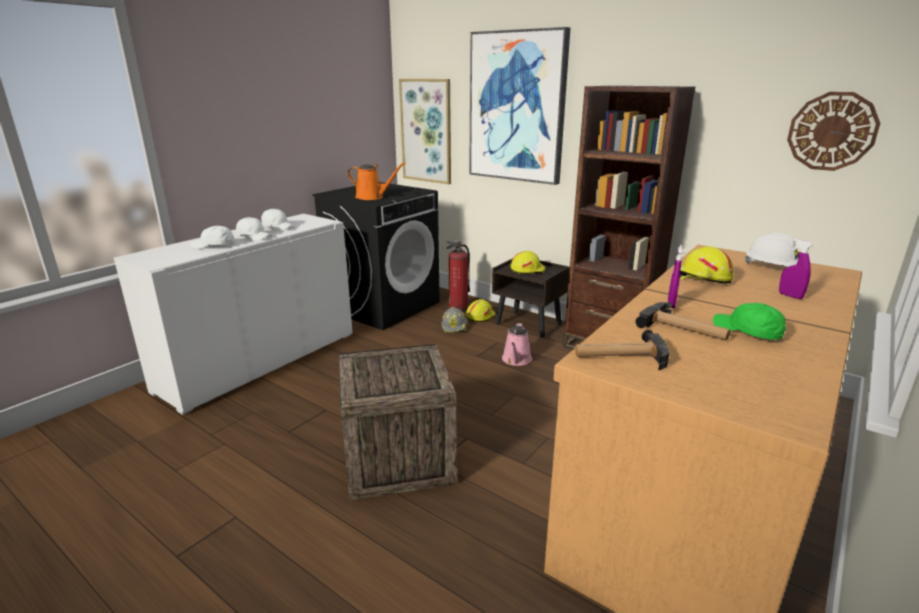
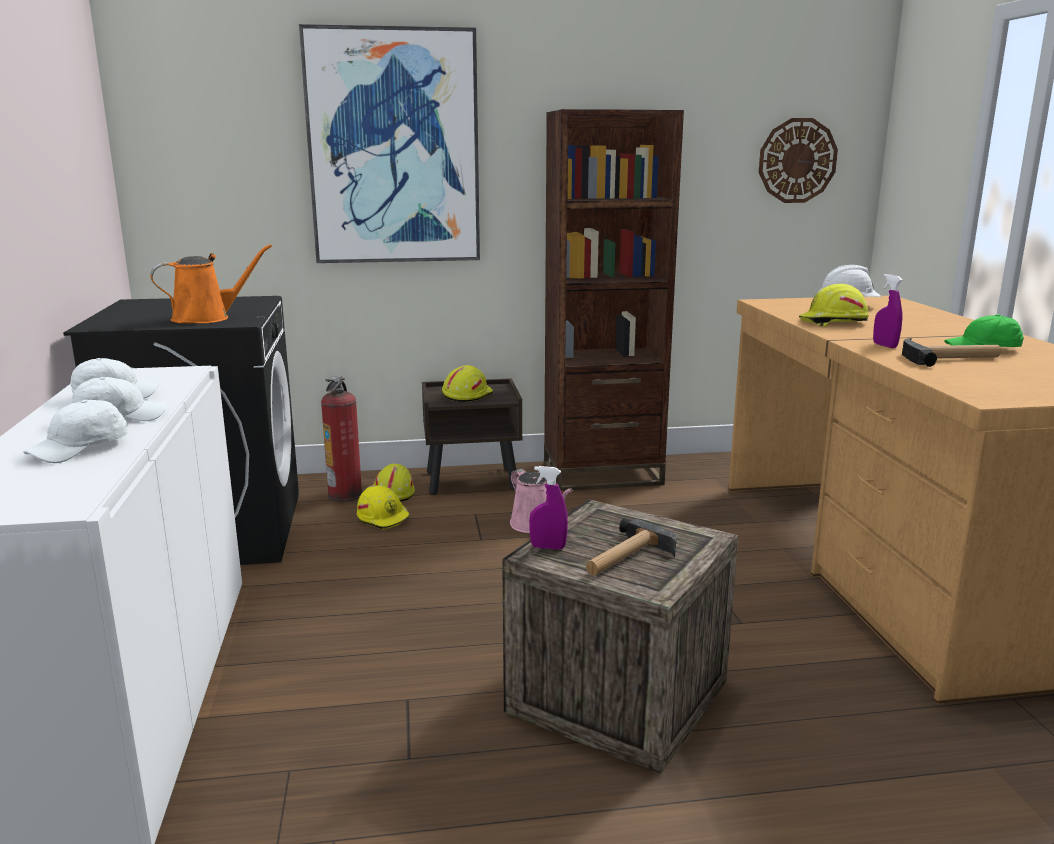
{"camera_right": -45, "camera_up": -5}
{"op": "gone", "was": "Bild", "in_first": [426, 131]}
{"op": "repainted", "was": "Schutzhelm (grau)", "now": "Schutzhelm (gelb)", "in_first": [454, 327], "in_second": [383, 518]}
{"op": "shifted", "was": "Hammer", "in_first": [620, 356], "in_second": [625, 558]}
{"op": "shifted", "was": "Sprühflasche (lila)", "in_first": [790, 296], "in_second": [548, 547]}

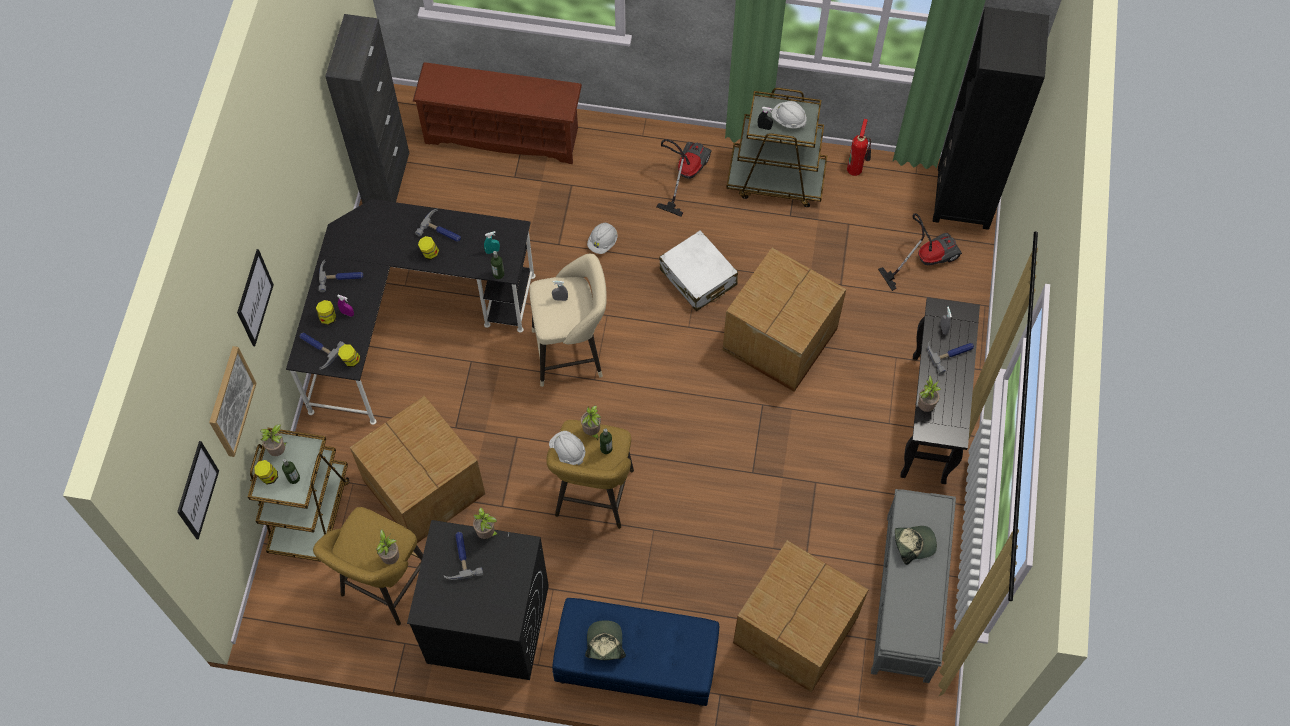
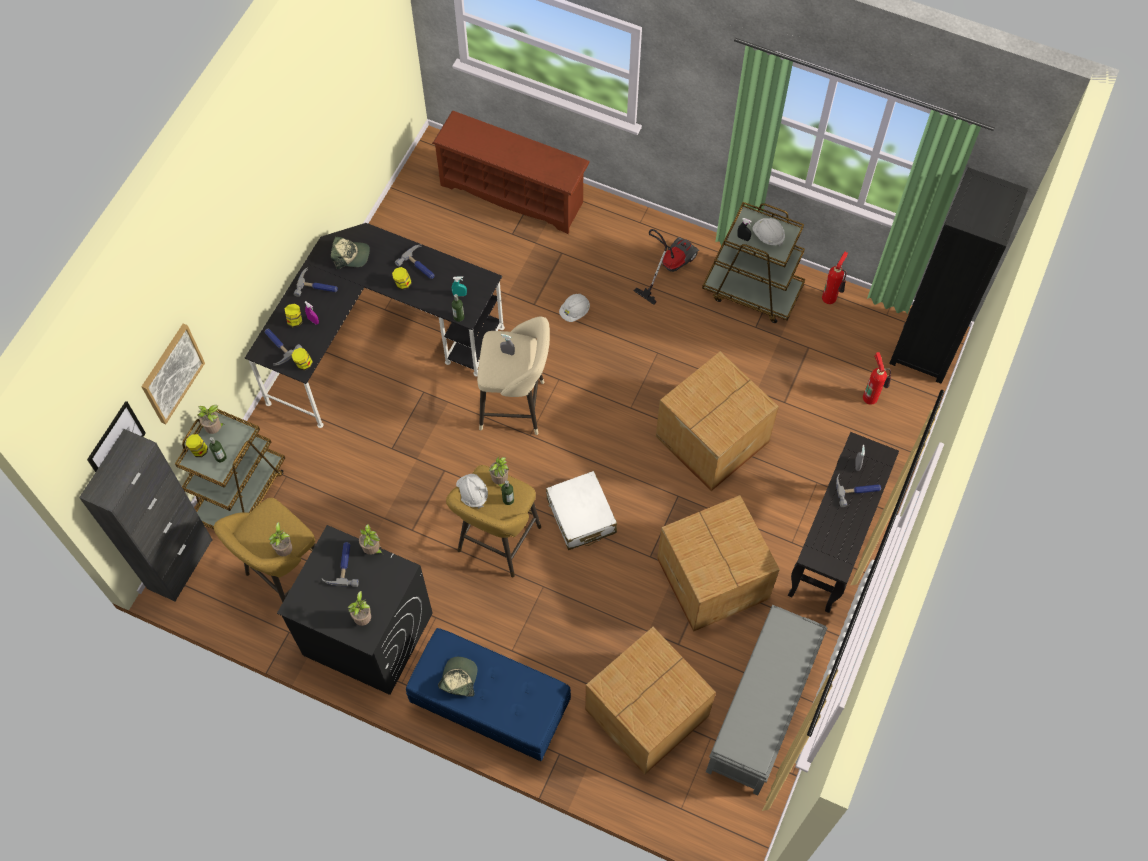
{"camera_right": 15, "camera_up": 0}
{"op": "gone", "was": "Bild", "in_first": [254, 298]}
{"op": "shifted", "was": "Schrank (schwarz)", "in_first": [386, 179], "in_second": [180, 564]}
{"op": "shifted", "was": "Karton", "in_first": [424, 485], "in_second": [713, 577]}
{"op": "shifted", "was": "Koffer (weiß)", "in_first": [698, 277], "in_second": [581, 516]}
{"op": "swapped", "was": "Staubsauger", "now": "Feuerlöscher", "in_first": [924, 258], "in_second": [871, 396]}
{"op": "shifted", "was": "Kappe", "in_first": [913, 544], "in_second": [351, 255]}
{"op": "shifted", "was": "Topfpflanze", "in_first": [925, 405], "in_second": [363, 618]}

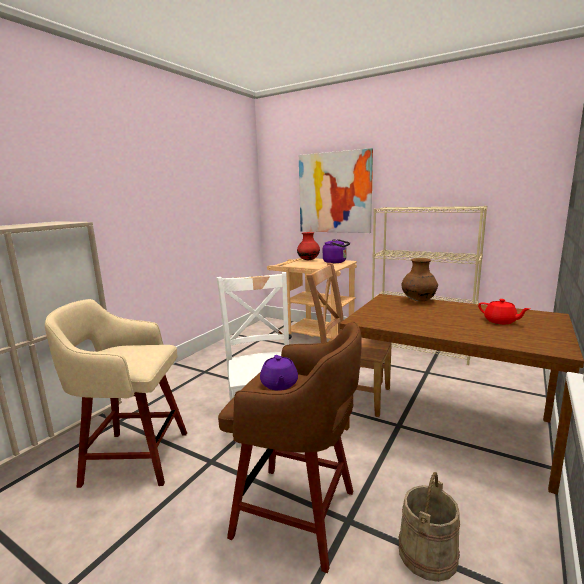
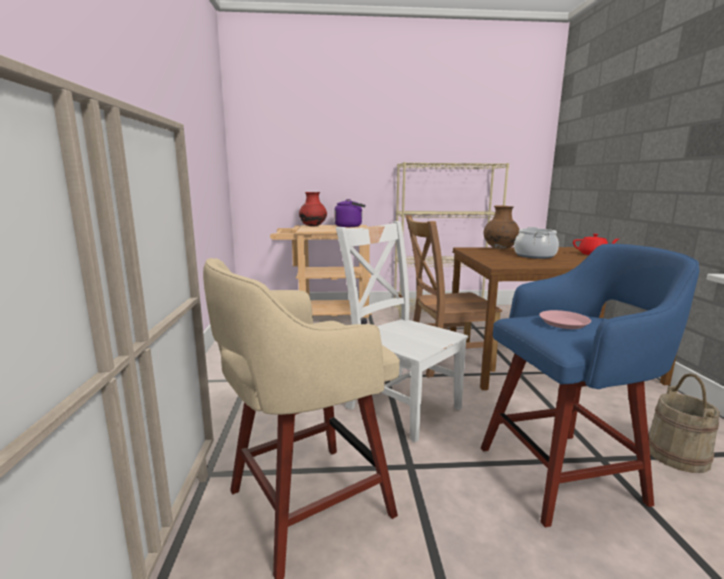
{"camera_right": -35, "camera_up": 0}
{"op": "repainted", "was": "Hocker (braun)", "now": "Hocker (blau)", "in_first": [298, 515], "in_second": [564, 474]}
{"op": "swapped", "was": "Teekanne (lila)", "now": "Teller (rosa)", "in_first": [279, 384], "in_second": [564, 323]}
{"op": "gone", "was": "Bild", "in_first": [334, 193]}
{"op": "new", "now": "Kochtopf", "in_second": [535, 256]}

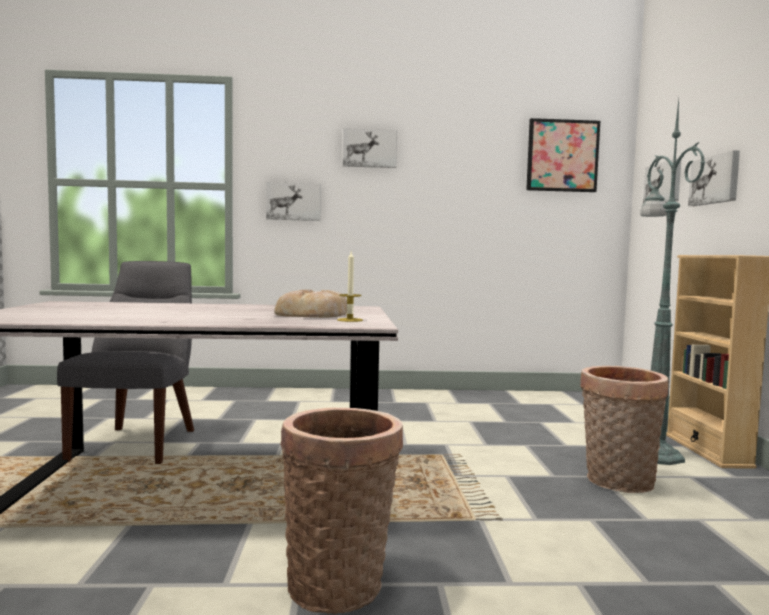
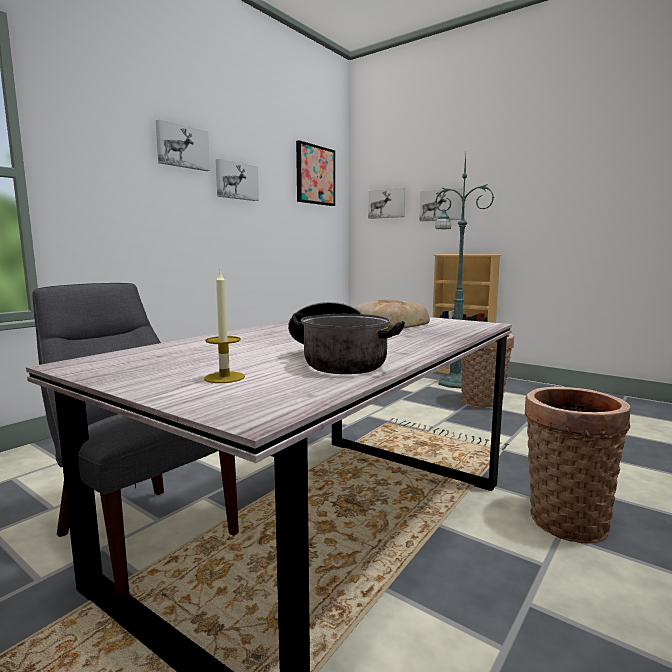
{"camera_right": -50, "camera_up": 5}
{"op": "shifted", "was": "Bild", "in_first": [293, 201], "in_second": [236, 181]}
{"op": "shifted", "was": "Kerze", "in_first": [349, 320], "in_second": [224, 377]}
{"op": "new", "now": "Kochtopf", "in_second": [338, 361]}

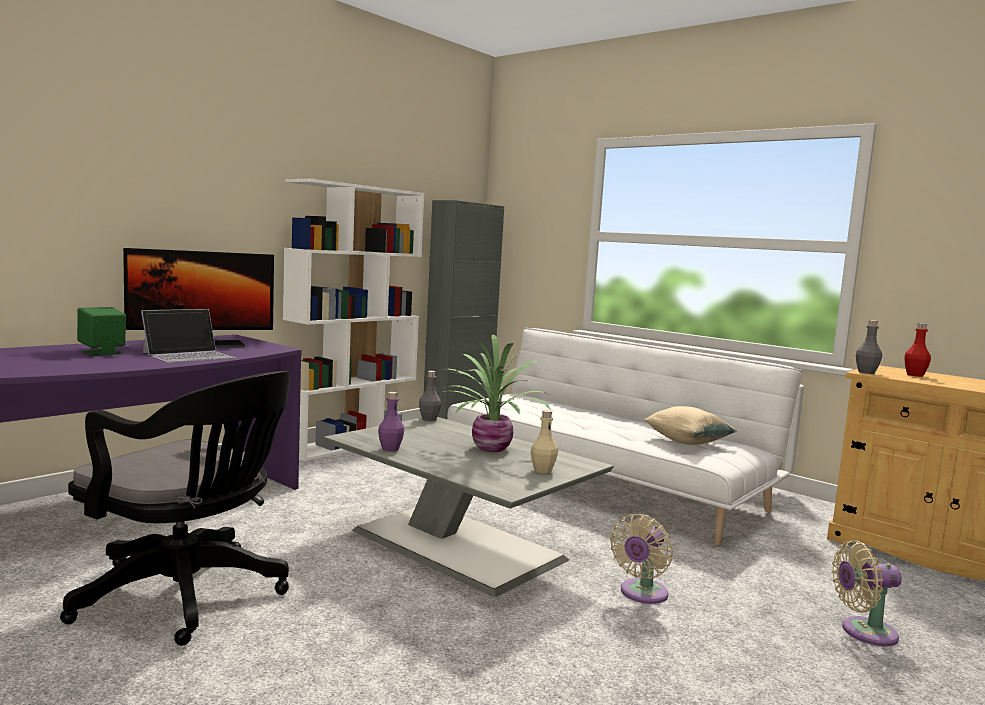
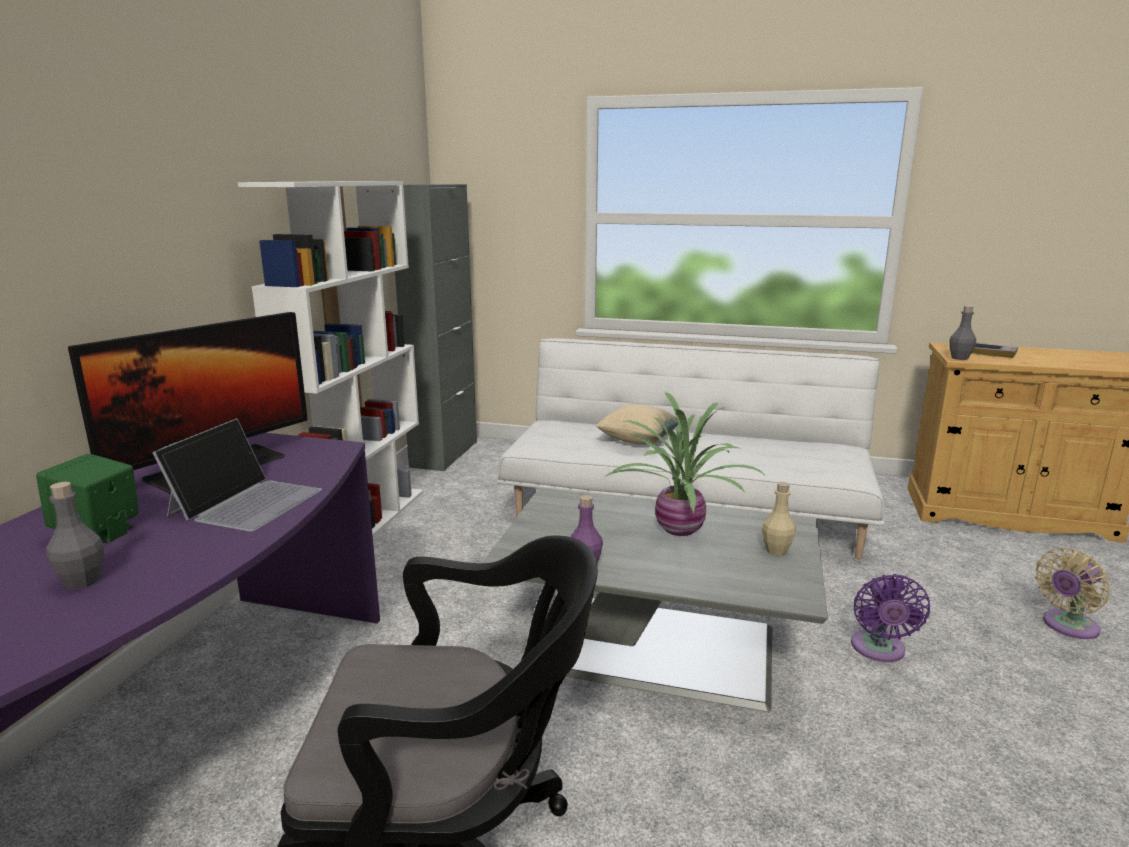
{"camera_right": -25, "camera_up": 10}
{"op": "shifted", "was": "Flasche (grau)", "in_first": [429, 419], "in_second": [82, 581]}
{"op": "repainted", "was": "Ventilator (beige)", "now": "Ventilator (lila)", "in_first": [641, 594], "in_second": [879, 650]}
{"op": "shifted", "was": "Kissen (beige)", "in_first": [687, 442], "in_second": [638, 440]}
{"op": "swapped", "was": "Flasche (rot)", "now": "Buch", "in_first": [915, 375], "in_second": [992, 353]}

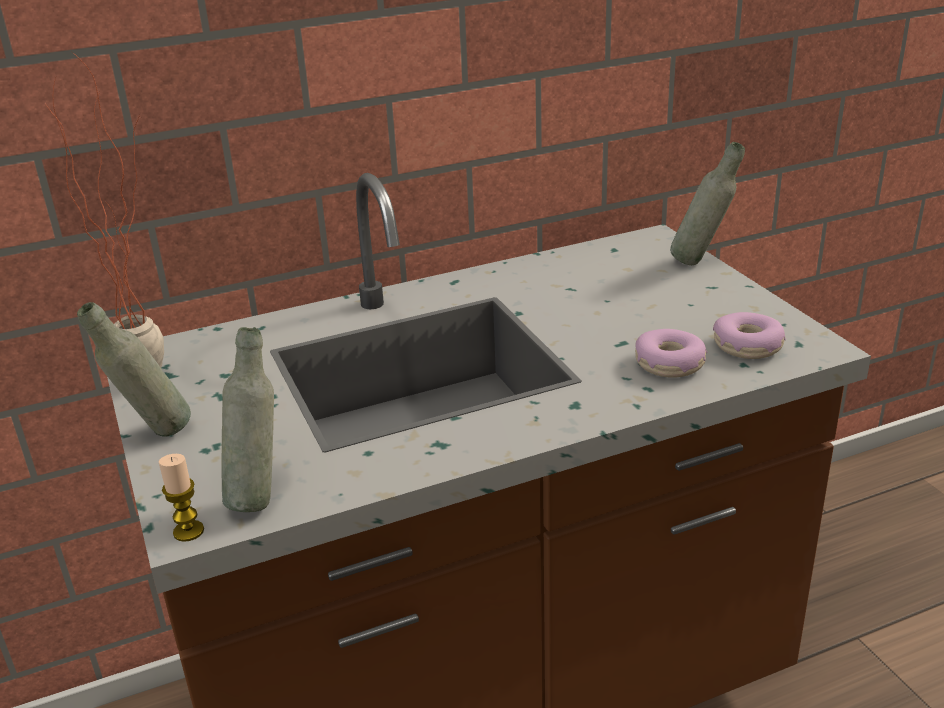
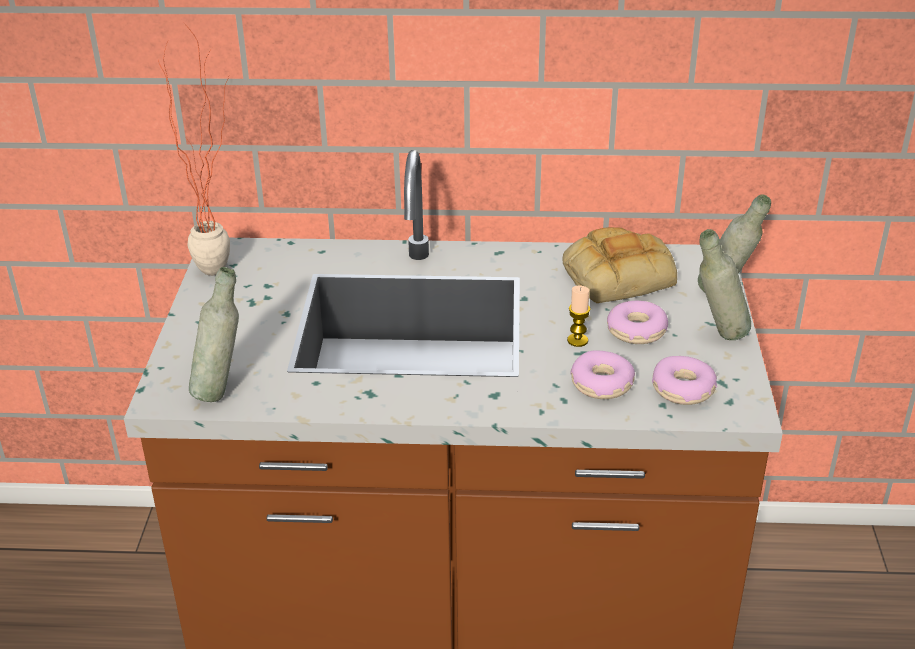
{"camera_right": 25, "camera_up": 5}
{"op": "shifted", "was": "Flasche (grau)", "in_first": [154, 436], "in_second": [718, 337]}
{"op": "shifted", "was": "Kerze", "in_first": [188, 531], "in_second": [577, 340]}
{"op": "new", "now": "Brot", "in_second": [619, 275]}
{"op": "new", "now": "Donut", "in_second": [636, 331]}

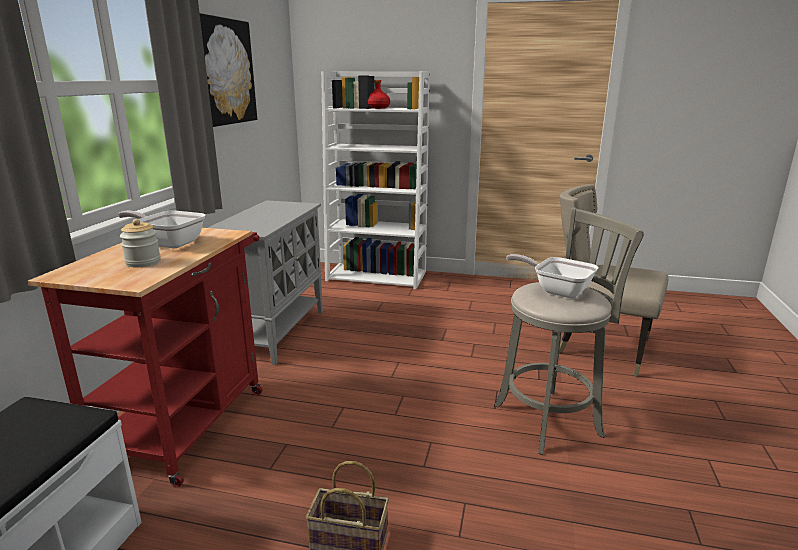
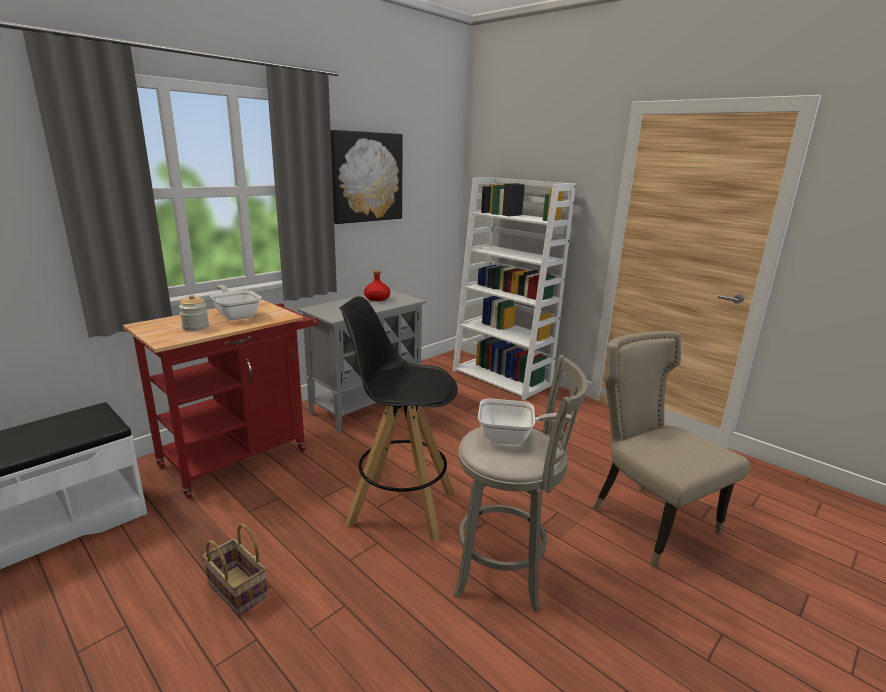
{"camera_right": 30, "camera_up": 0}
{"op": "shifted", "was": "Flasche (rot)", "in_first": [377, 108], "in_second": [376, 298]}
{"op": "rotated", "was": "Pfanne", "in_first": [557, 290], "in_second": [512, 438], "clockwise": 120}
{"op": "new", "now": "Hocker (schwarz)", "in_second": [400, 507]}

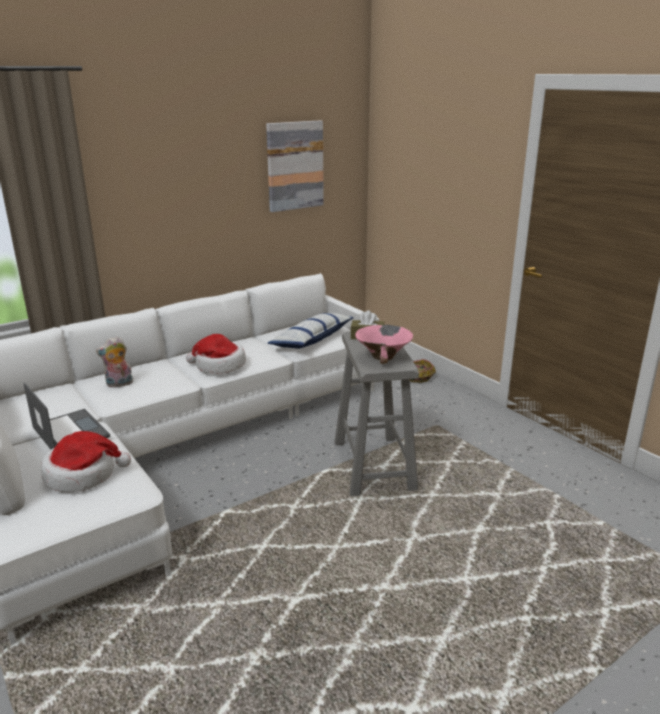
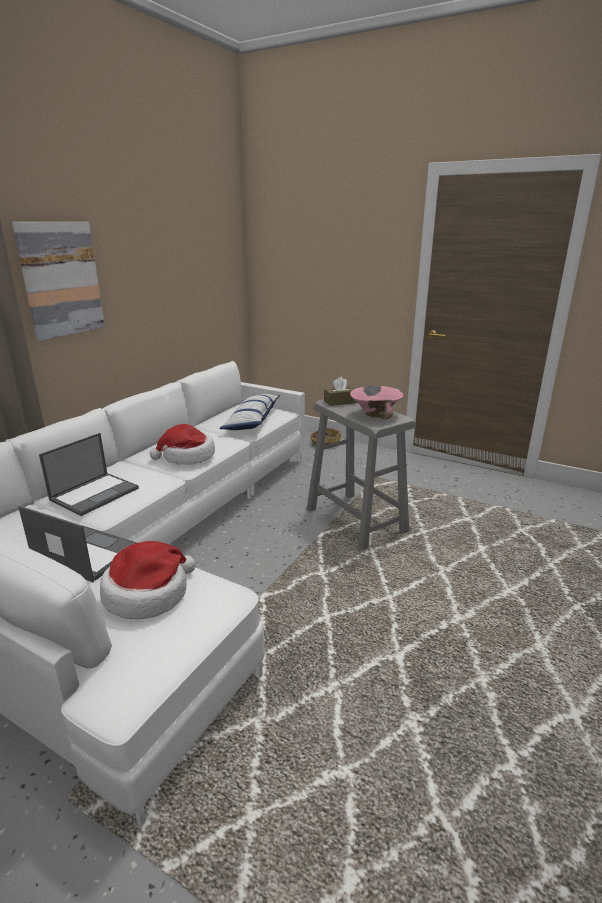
{"camera_right": -25, "camera_up": 0}
{"op": "swapped", "was": "Plüschtier", "now": "Laptop", "in_first": [119, 384], "in_second": [95, 493]}
{"op": "shifted", "was": "Bild", "in_first": [294, 166], "in_second": [61, 279]}

